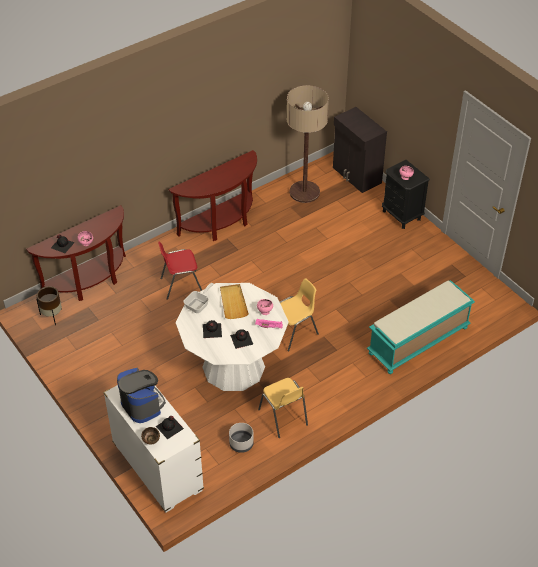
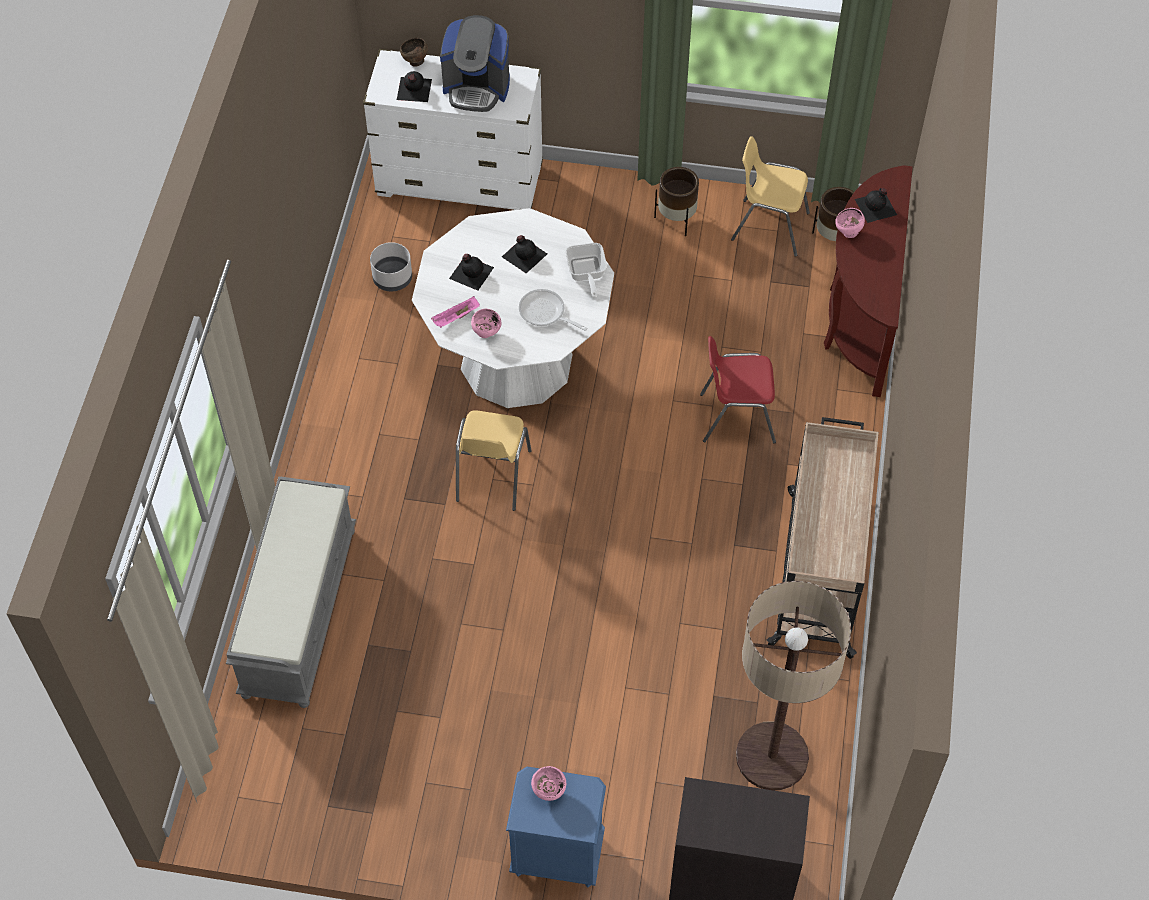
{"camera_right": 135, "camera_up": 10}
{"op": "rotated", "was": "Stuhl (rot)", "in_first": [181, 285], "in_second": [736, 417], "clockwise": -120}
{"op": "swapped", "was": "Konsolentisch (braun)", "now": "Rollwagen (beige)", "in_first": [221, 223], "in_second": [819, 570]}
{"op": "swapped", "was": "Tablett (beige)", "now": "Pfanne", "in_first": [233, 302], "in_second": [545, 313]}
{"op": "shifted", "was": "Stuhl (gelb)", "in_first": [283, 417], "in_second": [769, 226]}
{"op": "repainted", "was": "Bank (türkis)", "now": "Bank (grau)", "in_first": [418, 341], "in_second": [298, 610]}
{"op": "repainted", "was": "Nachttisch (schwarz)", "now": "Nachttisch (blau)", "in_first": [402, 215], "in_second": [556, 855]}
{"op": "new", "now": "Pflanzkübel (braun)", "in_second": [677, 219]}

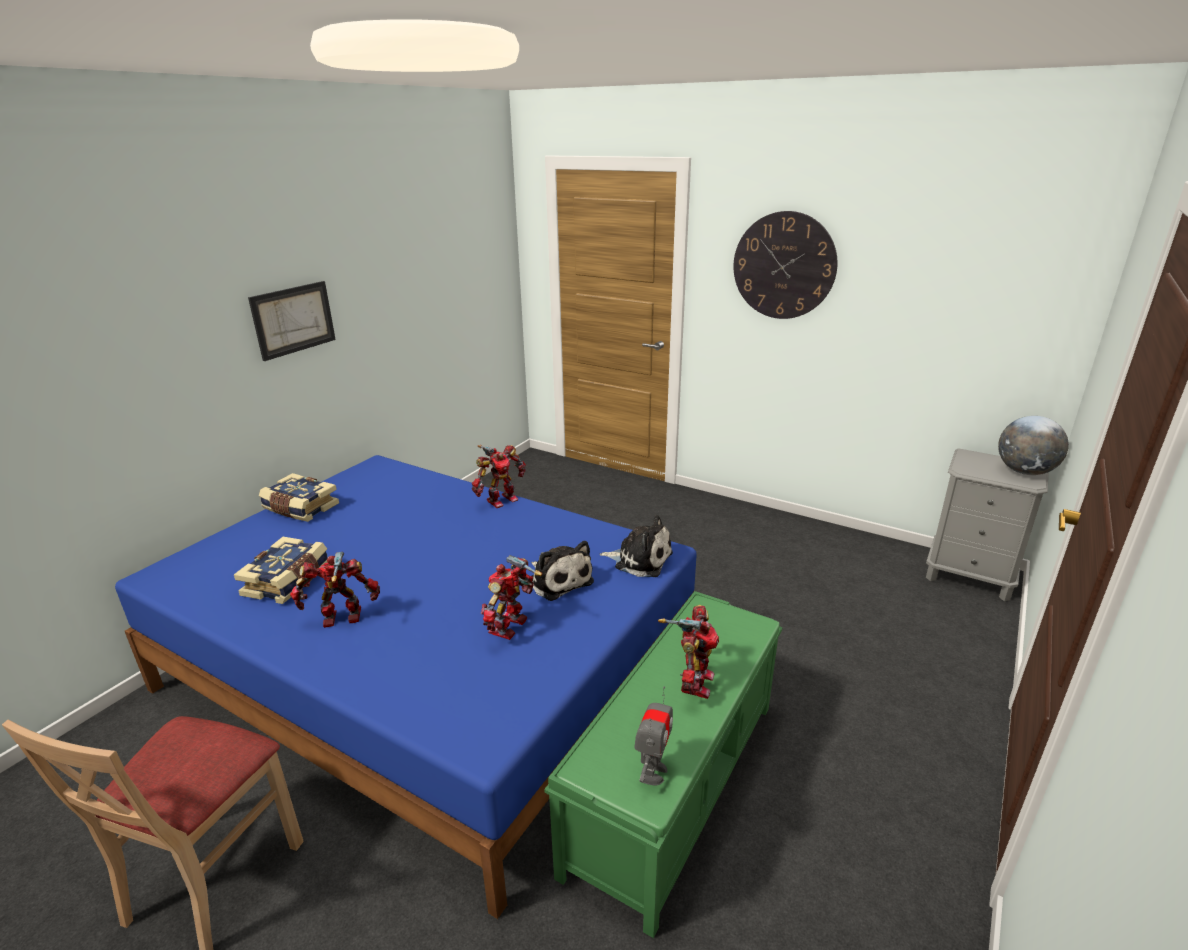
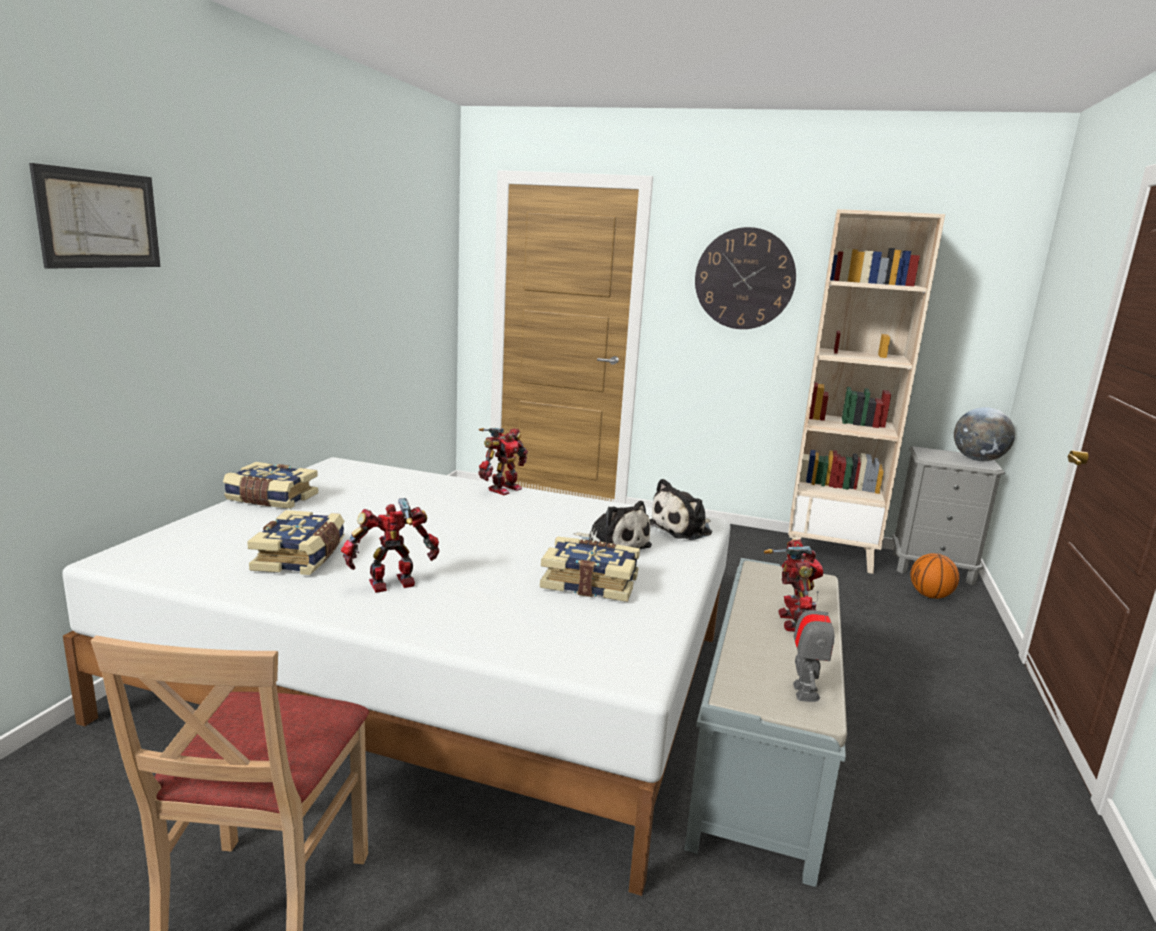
{"camera_right": -15, "camera_up": -10}
{"op": "repainted", "was": "Bett (blau)", "now": "Bett (weiß)", "in_first": [428, 667], "in_second": [440, 673]}
{"op": "shifted", "was": "Bild", "in_first": [293, 319], "in_second": [99, 219]}
{"op": "swapped", "was": "Spielzeugroboter", "now": "Buch", "in_first": [511, 627], "in_second": [590, 582]}
{"op": "repainted", "was": "Bank (grün)", "now": "Bank (grau)", "in_first": [675, 782], "in_second": [762, 749]}
{"op": "rotated", "was": "Plüschtier", "in_first": [640, 560], "in_second": [683, 529], "clockwise": 135}
{"op": "new", "now": "Bücherregal (beige)", "in_second": [829, 553]}
{"op": "new", "now": "Basketball", "in_second": [930, 596]}

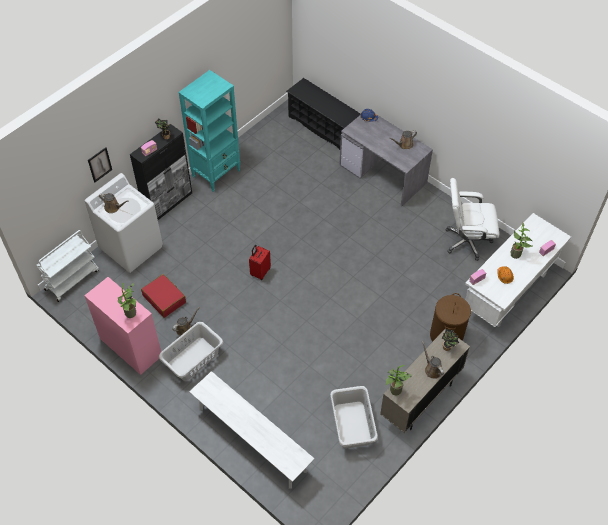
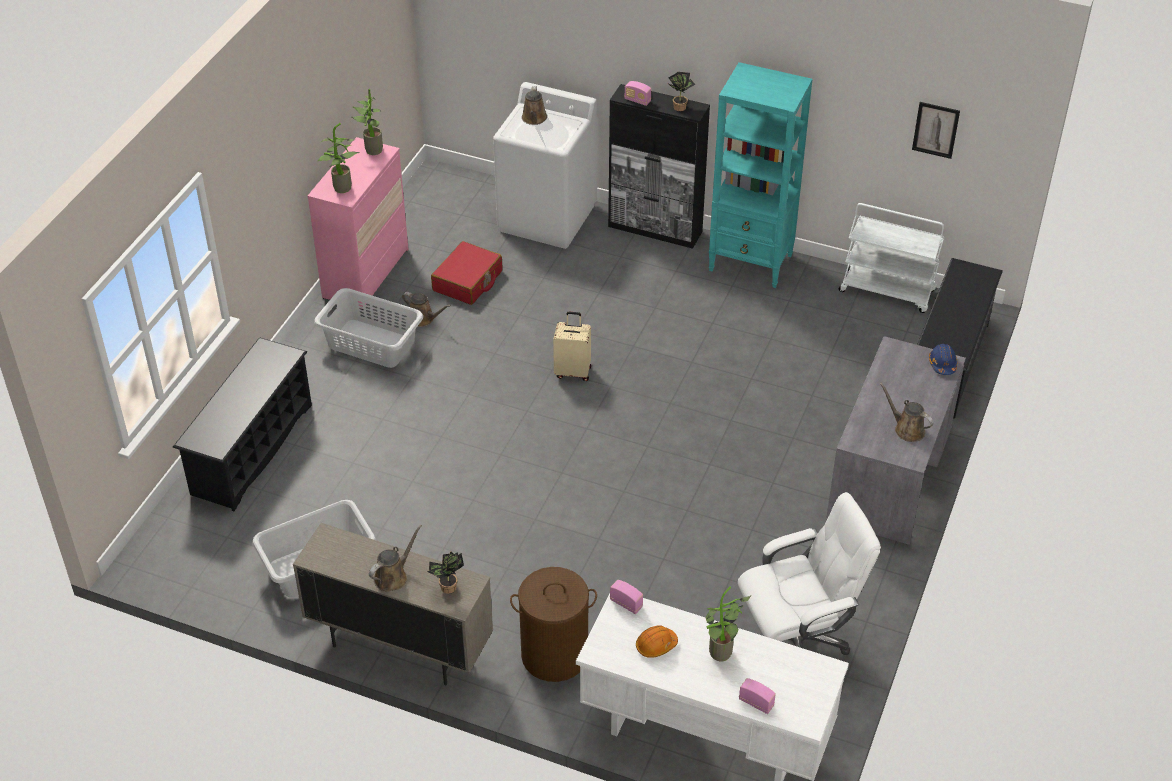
{"camera_right": 70, "camera_up": -10}
{"op": "shifted", "was": "Rollwagen (weiß)", "in_first": [72, 279], "in_second": [887, 291]}
{"op": "shifted", "was": "Bild", "in_first": [99, 164], "in_second": [935, 130]}
{"op": "swapped", "was": "Bank (weiß)", "now": "Schuhregal (schwarz)", "in_first": [252, 439], "in_second": [251, 449]}
{"op": "repainted", "was": "Koffer (rot)", "now": "Koffer (beige)", "in_first": [260, 272], "in_second": [573, 371]}
{"op": "shifted", "was": "Topfpflanze", "in_first": [395, 392], "in_second": [371, 150]}
{"op": "rotated", "was": "Bürostuhl (weiß)", "in_first": [466, 241], "in_second": [796, 640], "clockwise": 90}

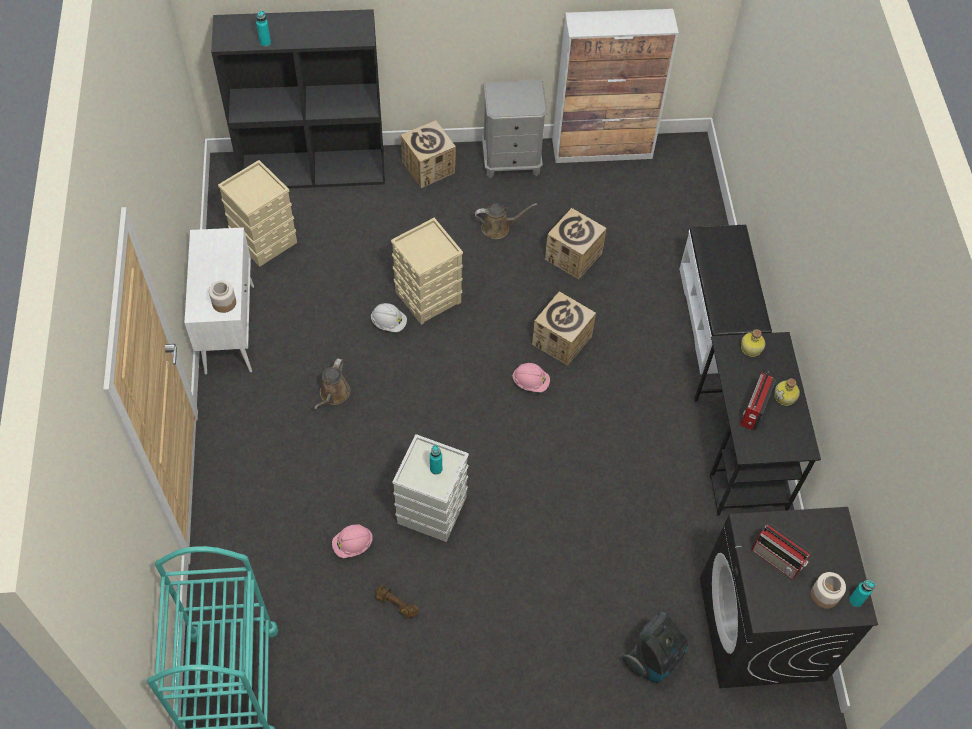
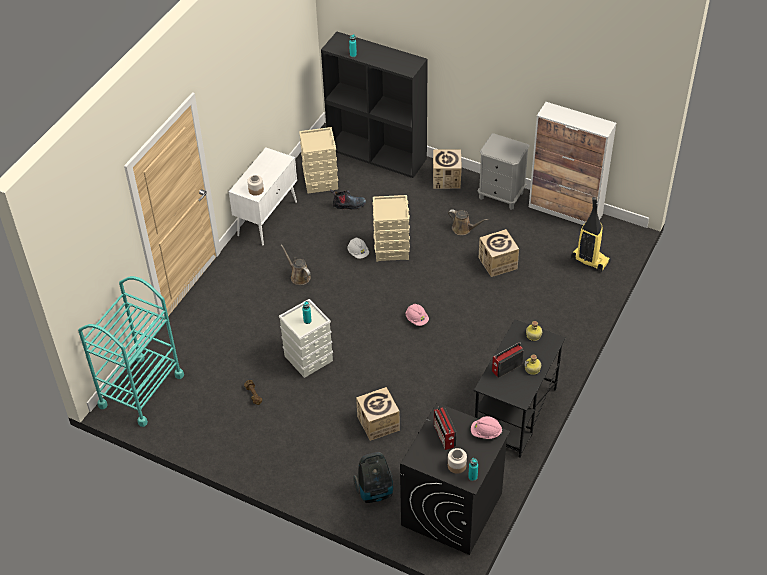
{"camera_right": 35, "camera_up": -10}
{"op": "rotated", "was": "Gießkanne (braun)", "in_first": [333, 395], "in_second": [299, 276], "clockwise": 90}
{"op": "shifted", "was": "Schutzhelm (rosa)", "in_first": [353, 545], "in_second": [486, 433]}
{"op": "shifted", "was": "Karton", "in_first": [561, 340], "in_second": [378, 423]}
{"op": "gone", "was": "Bank (weiß)", "in_first": [717, 318]}
{"op": "new", "now": "Stiefel", "in_second": [348, 205]}
{"op": "new", "now": "Staubsauger", "in_second": [589, 260]}

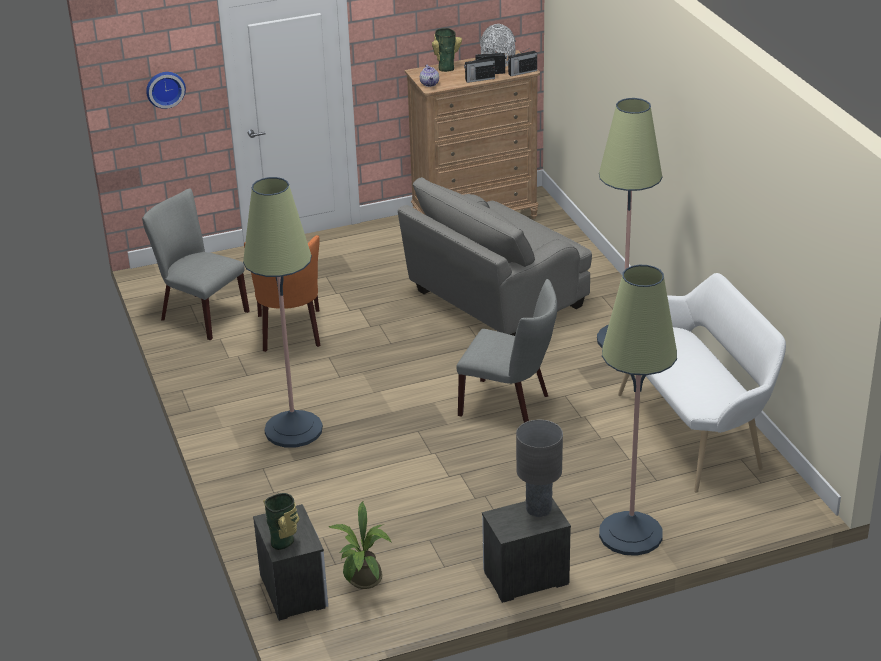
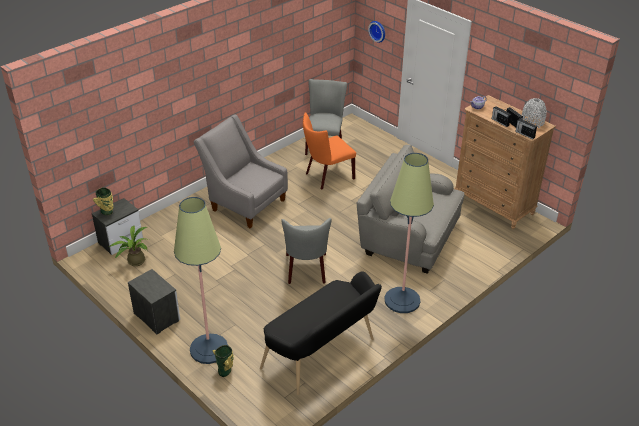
{"camera_right": 65, "camera_up": 5}
{"op": "swapped", "was": "Stehlampe", "now": "Sessel (grau)", "in_first": [293, 430], "in_second": [244, 203]}
{"op": "shifted", "was": "Vase", "in_first": [445, 67], "in_second": [225, 371]}
{"op": "gone", "was": "Tischlampe (grau)", "in_first": [538, 509]}
{"op": "repainted", "was": "Bank (weiß)", "now": "Bank (schwarz)", "in_first": [696, 431], "in_second": [322, 355]}

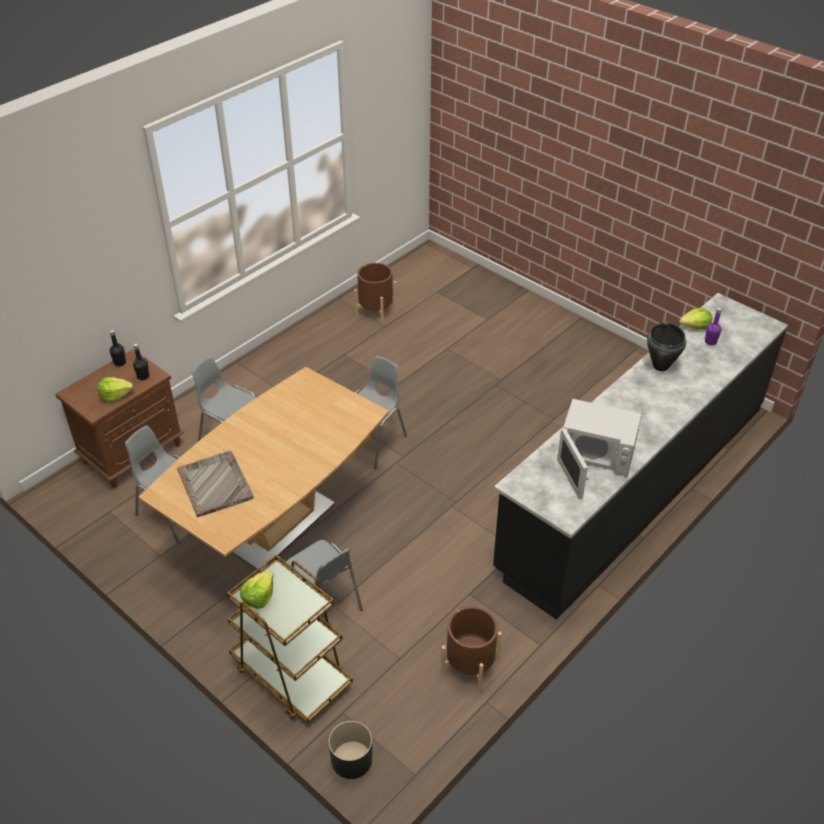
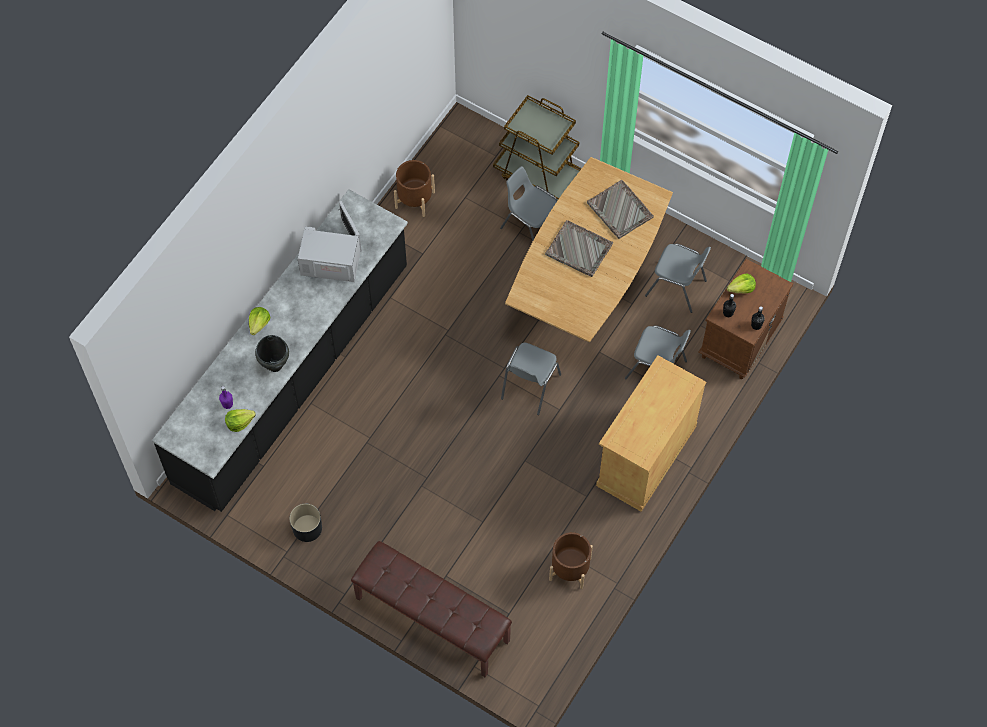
{"camera_right": 170, "camera_up": 20}
{"op": "shifted", "was": "Salatkopf", "in_first": [258, 596], "in_second": [259, 324]}
{"op": "shifted", "was": "Pflanzkübel (schwarz)", "in_first": [351, 759], "in_second": [307, 528]}
{"op": "new", "now": "Bank (braun)", "in_second": [431, 619]}
{"op": "new", "now": "Tablett (grau)", "in_second": [579, 249]}
{"op": "new", "now": "Schrank (beige)", "in_second": [646, 455]}

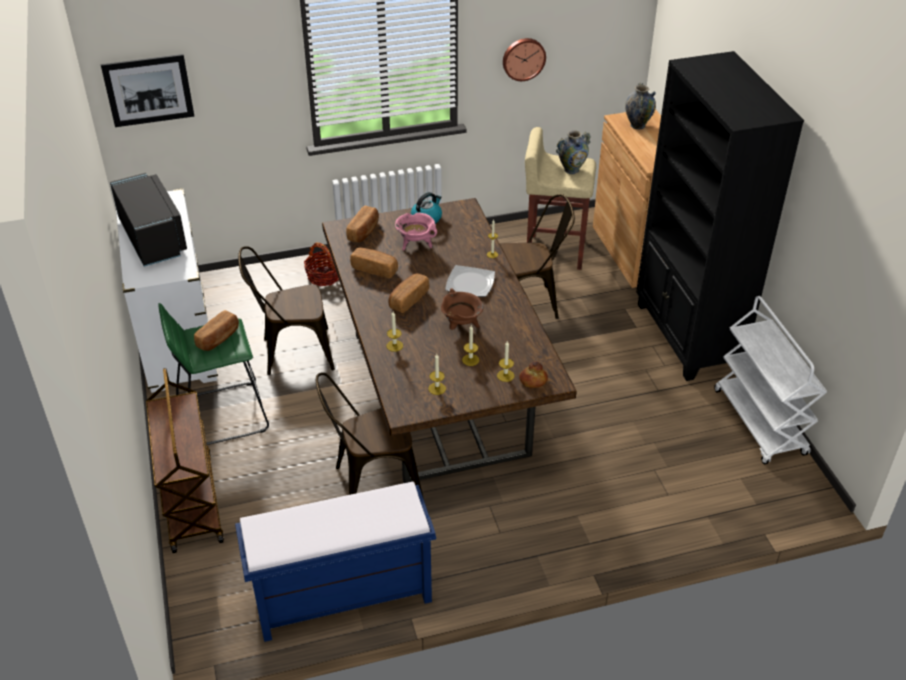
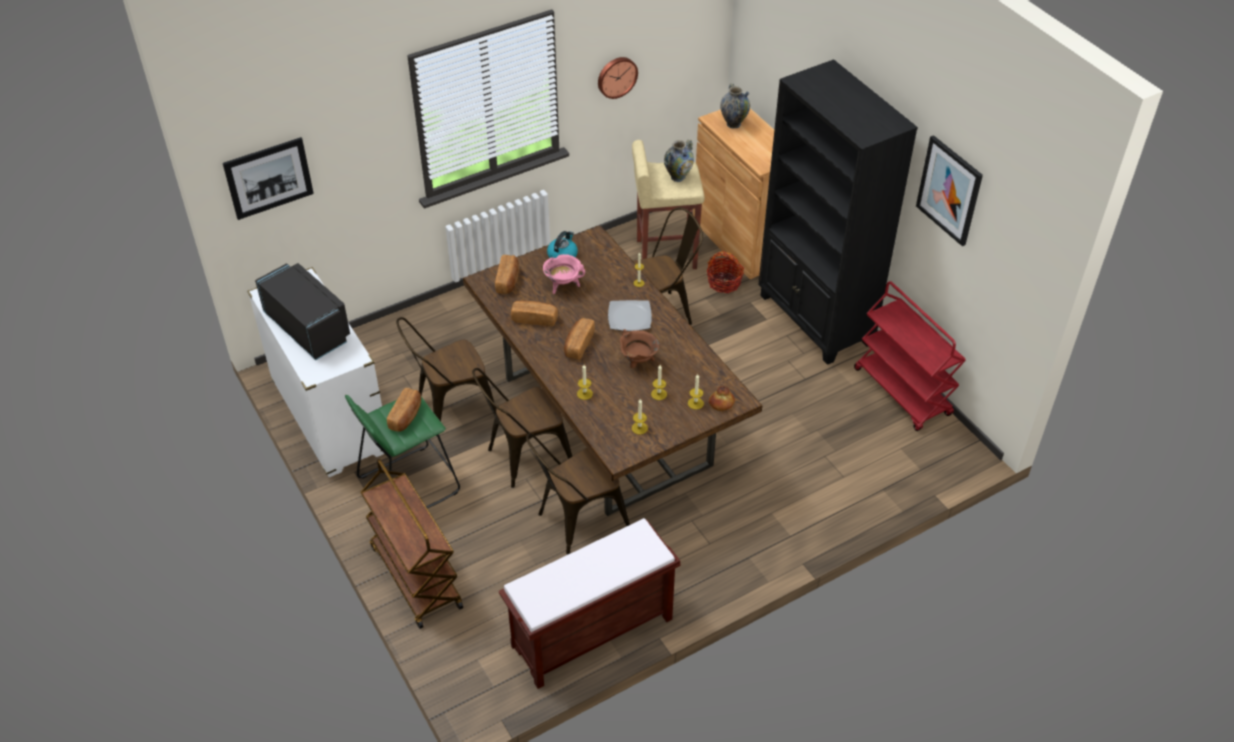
{"camera_right": -15, "camera_up": 5}
{"op": "repainted", "was": "Bank (blau)", "now": "Bank (braun)", "in_first": [341, 597], "in_second": [591, 634]}
{"op": "shifted", "was": "Korb", "in_first": [324, 276], "in_second": [724, 282]}
{"op": "repainted", "was": "Rollwagen (weiß)", "now": "Rollwagen (rot)", "in_first": [760, 423], "in_second": [903, 392]}
{"op": "new", "now": "Stuhl (braun)", "in_second": [523, 458]}
{"op": "new", "now": "Bild", "in_second": [949, 190]}

